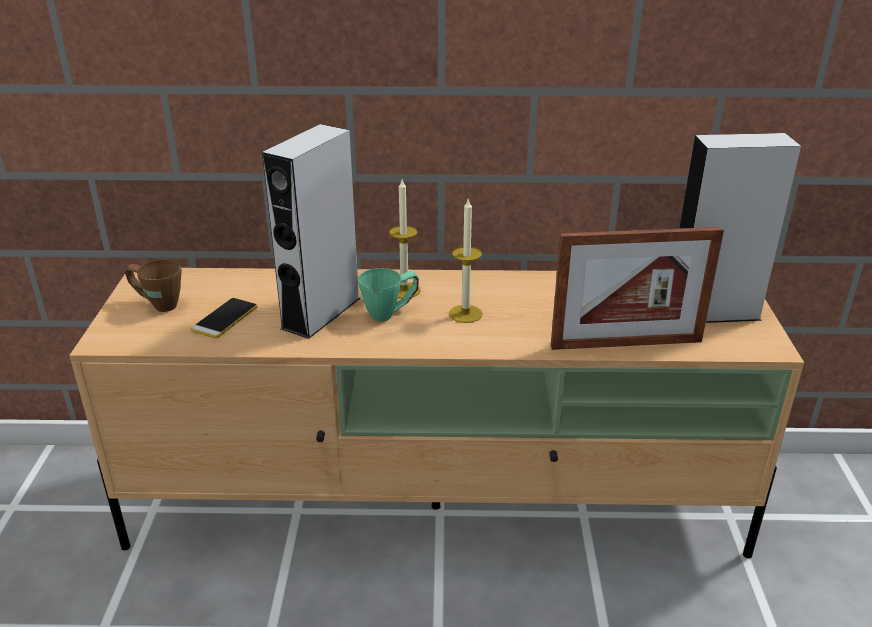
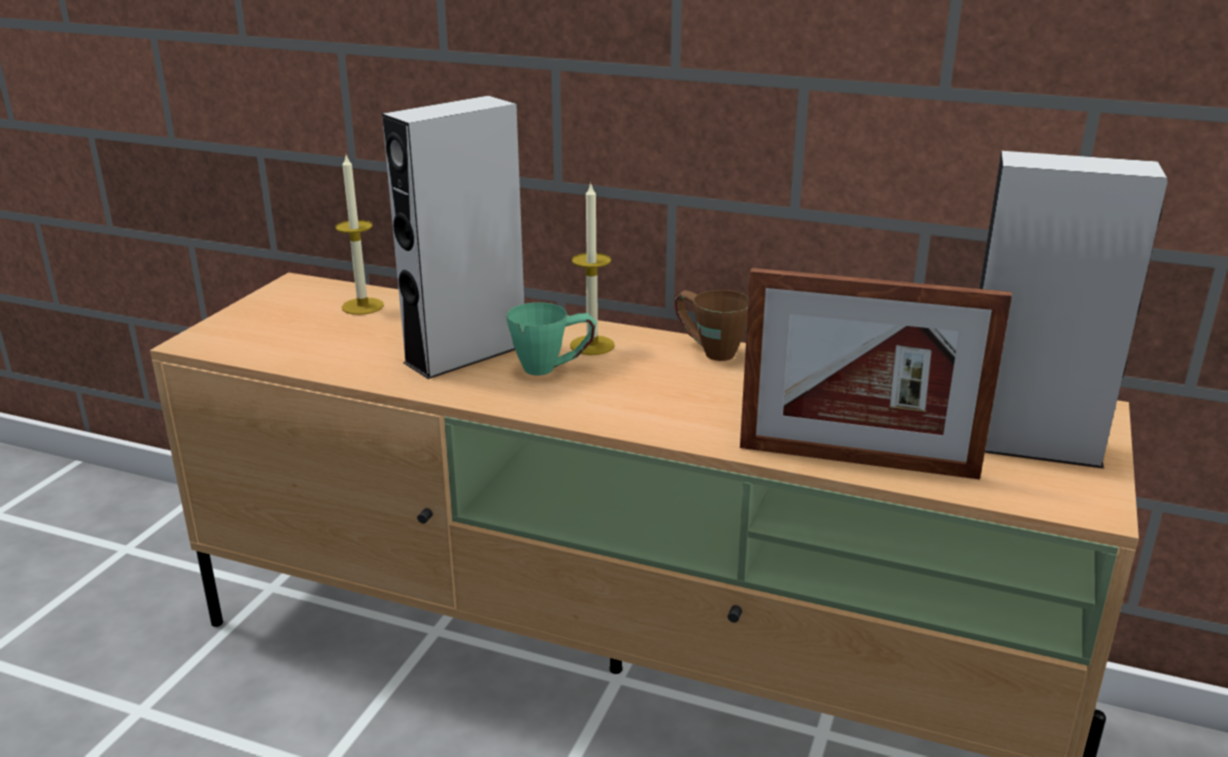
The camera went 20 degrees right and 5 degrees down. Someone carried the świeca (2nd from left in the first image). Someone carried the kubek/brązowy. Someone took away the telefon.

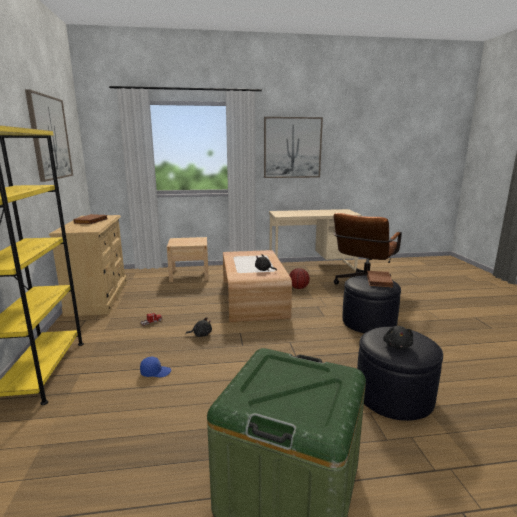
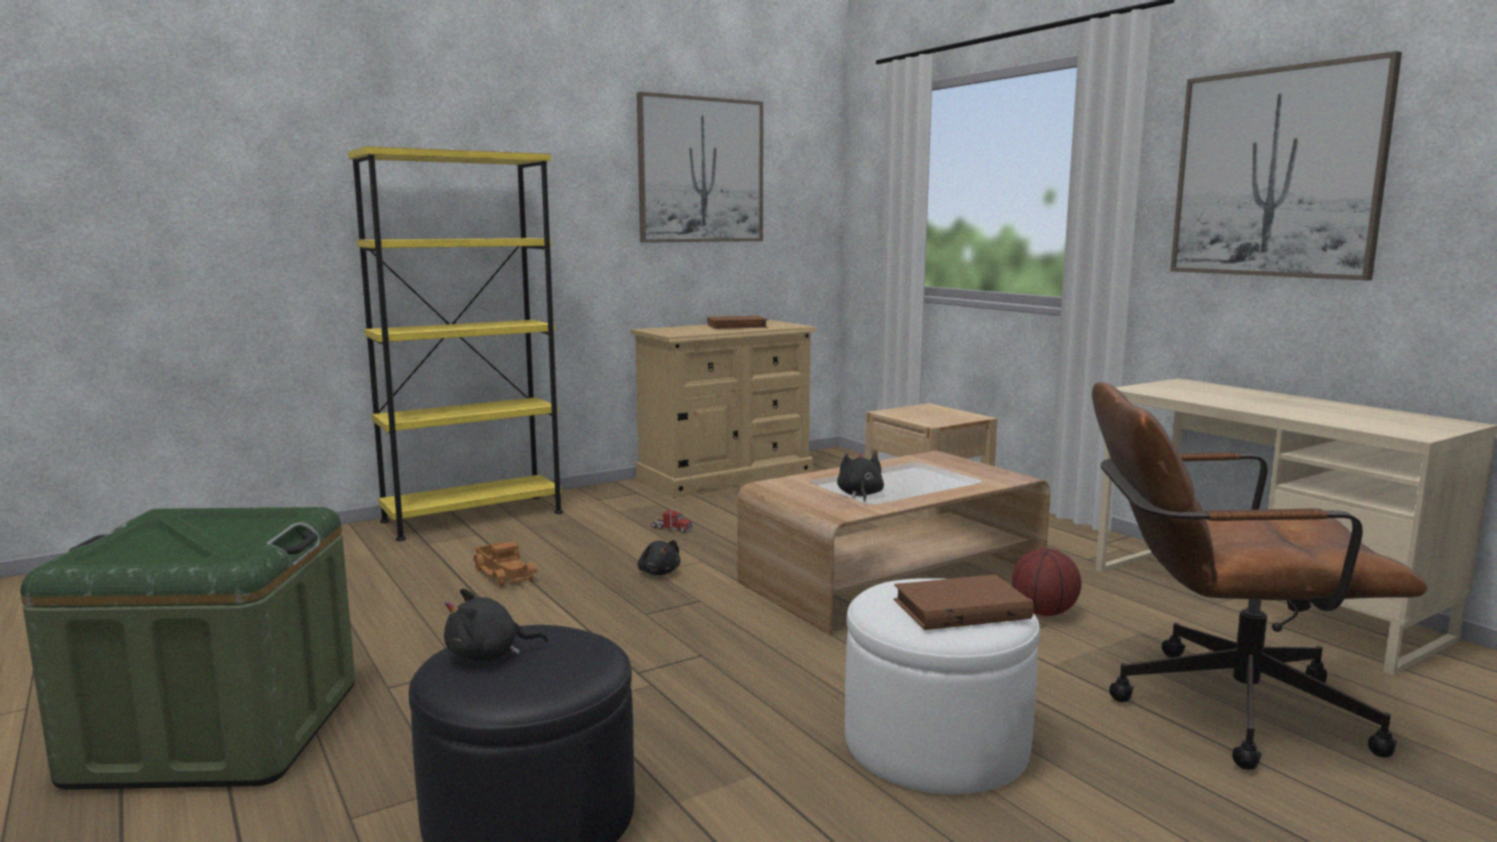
The camera went 65 degrees right and 5 degrees down. Someone swapped the czapka z daszkiem/niebieski for the ciężarówka zabawkowa (1st from left). Someone repainted the pufa/czarny (1st from left), which became the pufa/biały.

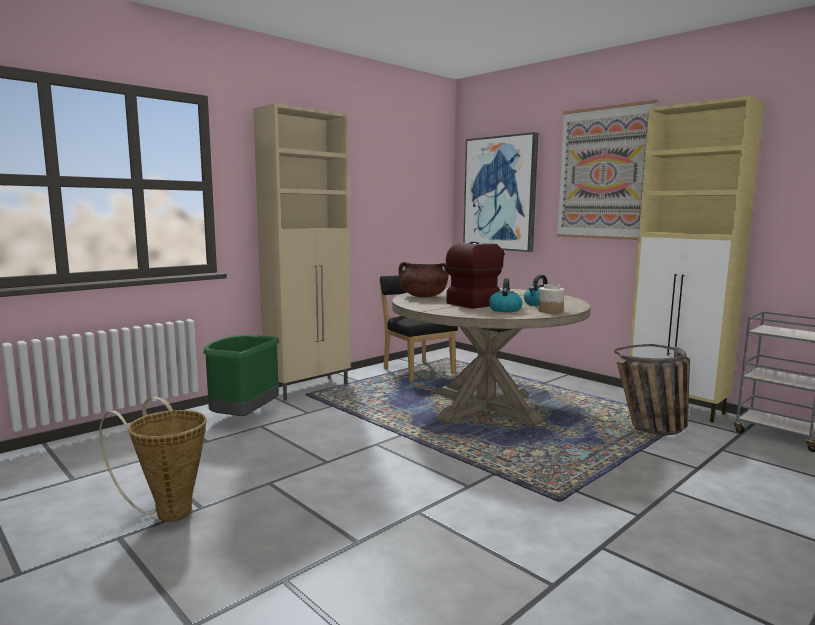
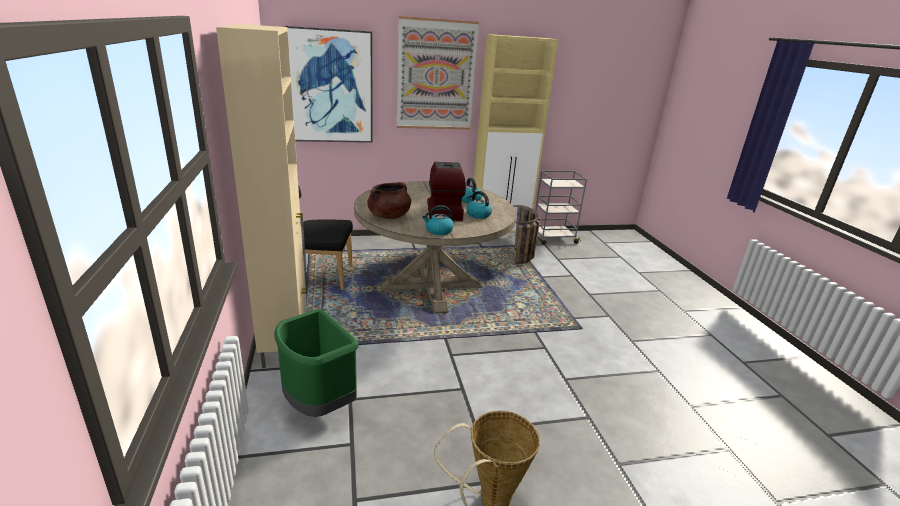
The camera went 60 degrees left and 15 degrees up. Someone put down the czajnik (1st from left). Someone took away the słoik.

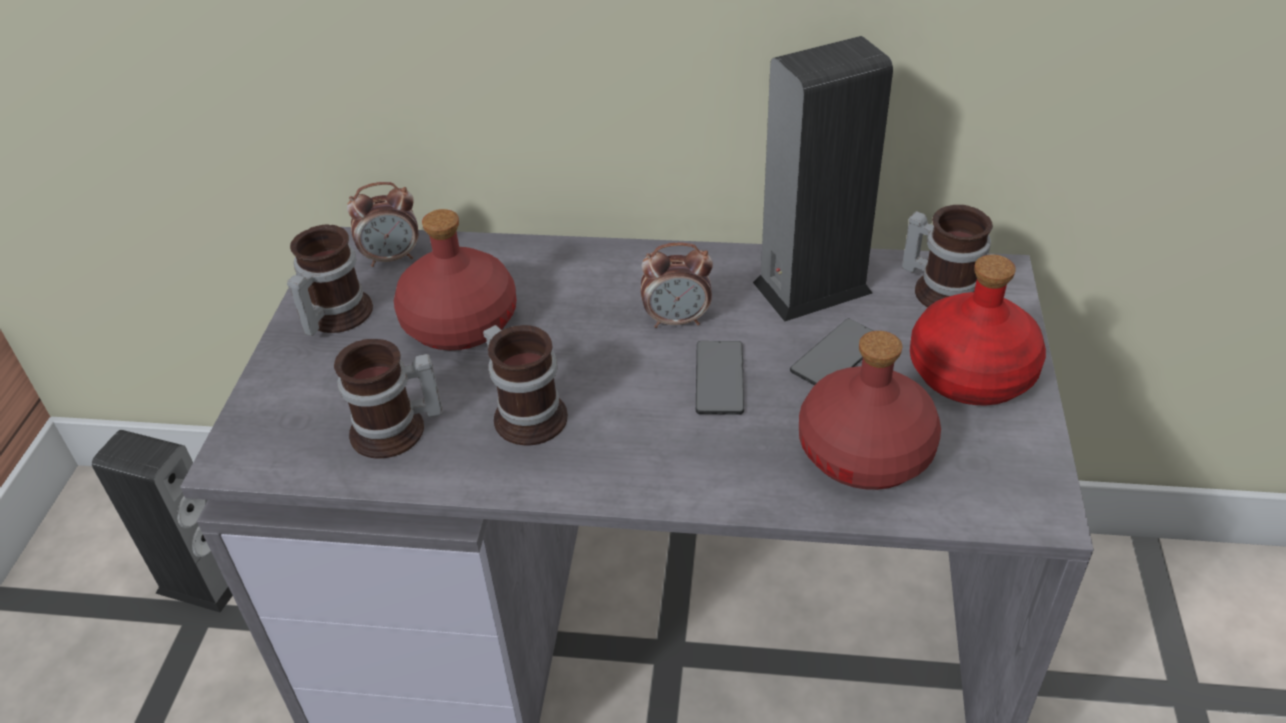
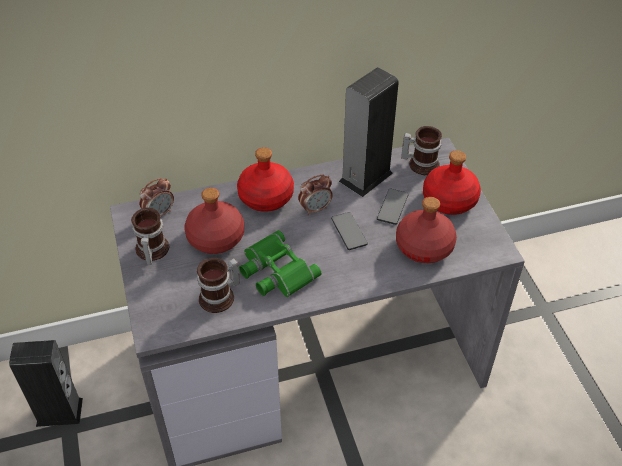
The camera went 25 degrees left and 5 degrees up. Someone put down the butelka/czerwony (2nd from left). Someone swapped the kubek (3rd from left) for the lornetka/zielony.

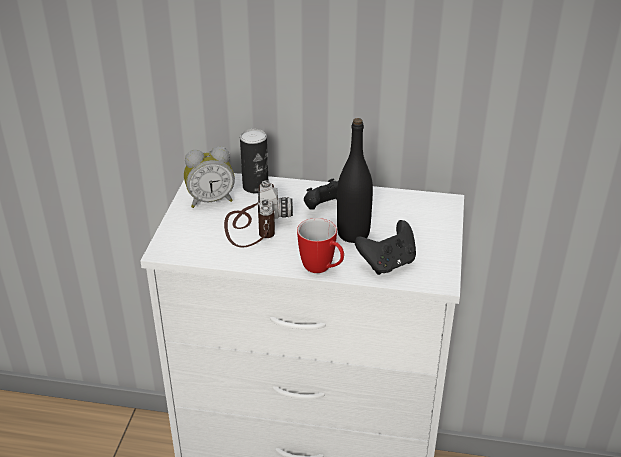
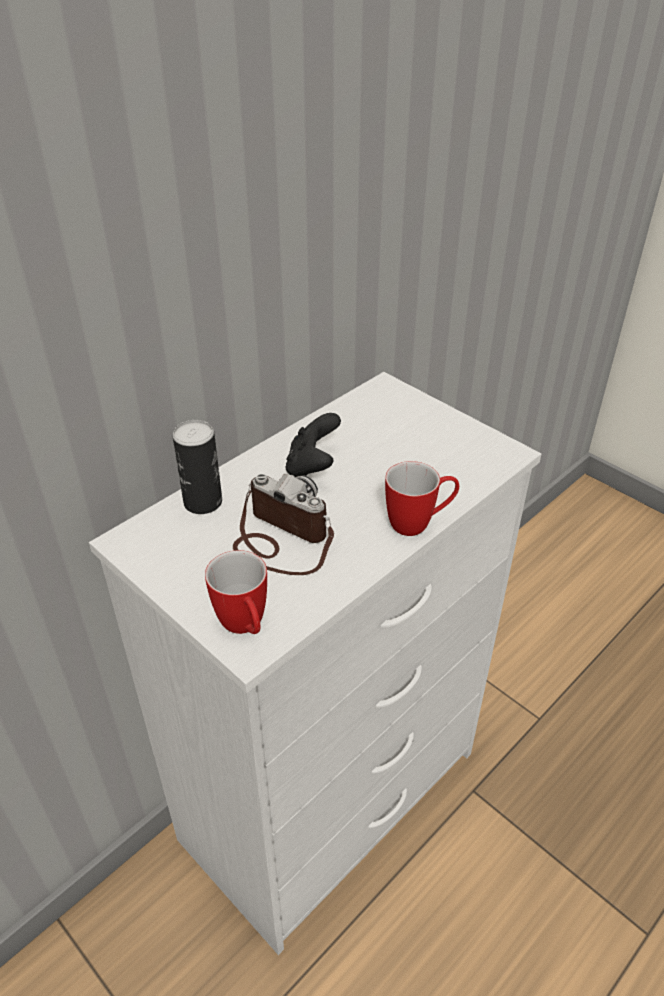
The camera went 55 degrees left and 5 degrees up. Someone put down the kubek (1st from left). Someone took away the budzik. Someone took away the butelka/czarny. Someone took away the pad do gier/czarny (2nd from left).

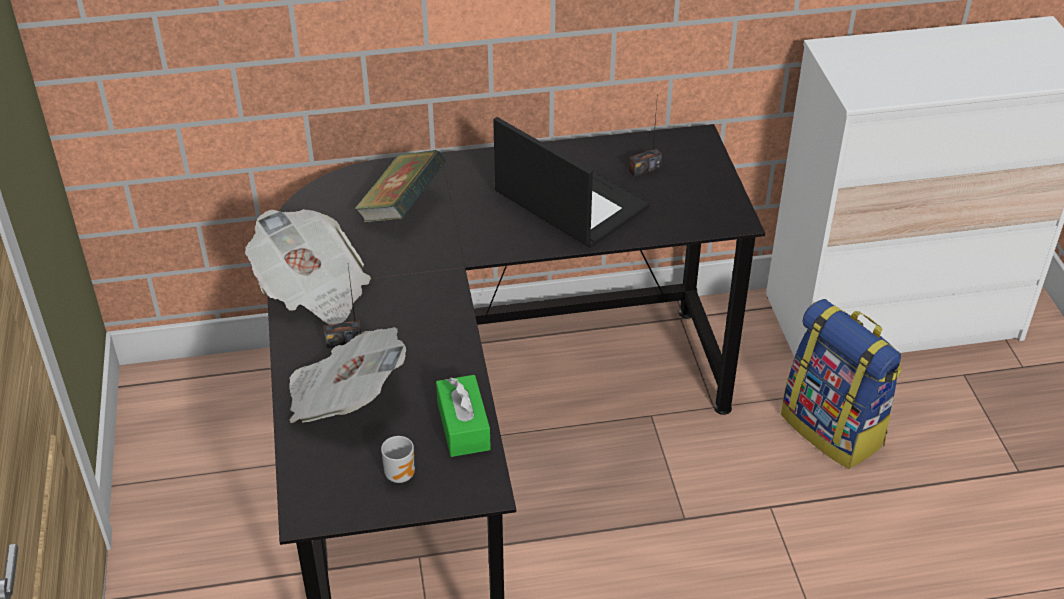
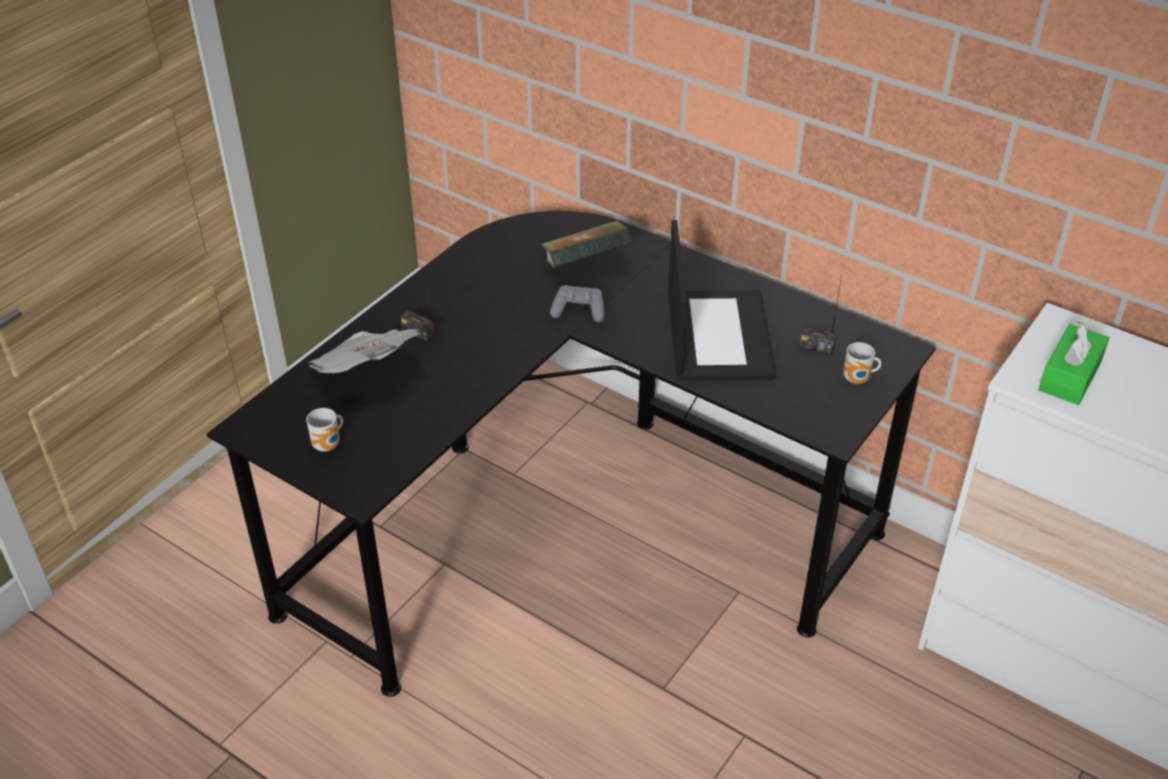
The camera went 45 degrees right and 0 degrees up. Someone put down the pad do gier/szary. Someone put down the kubek (2nd from left). Someone carried the pudełko chusteczek/zielony. Someone took away the gazeta (1st from left). Someone took away the plecak.

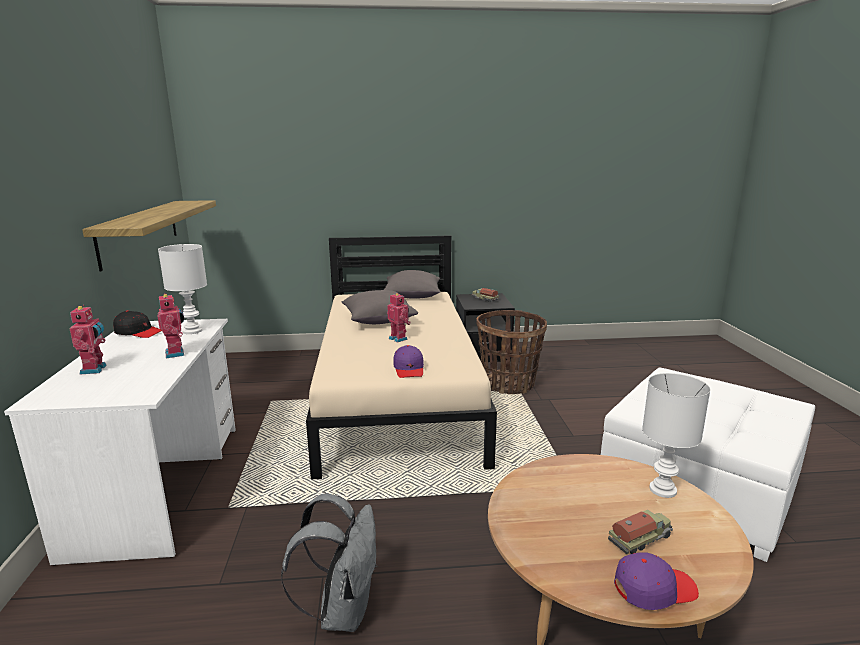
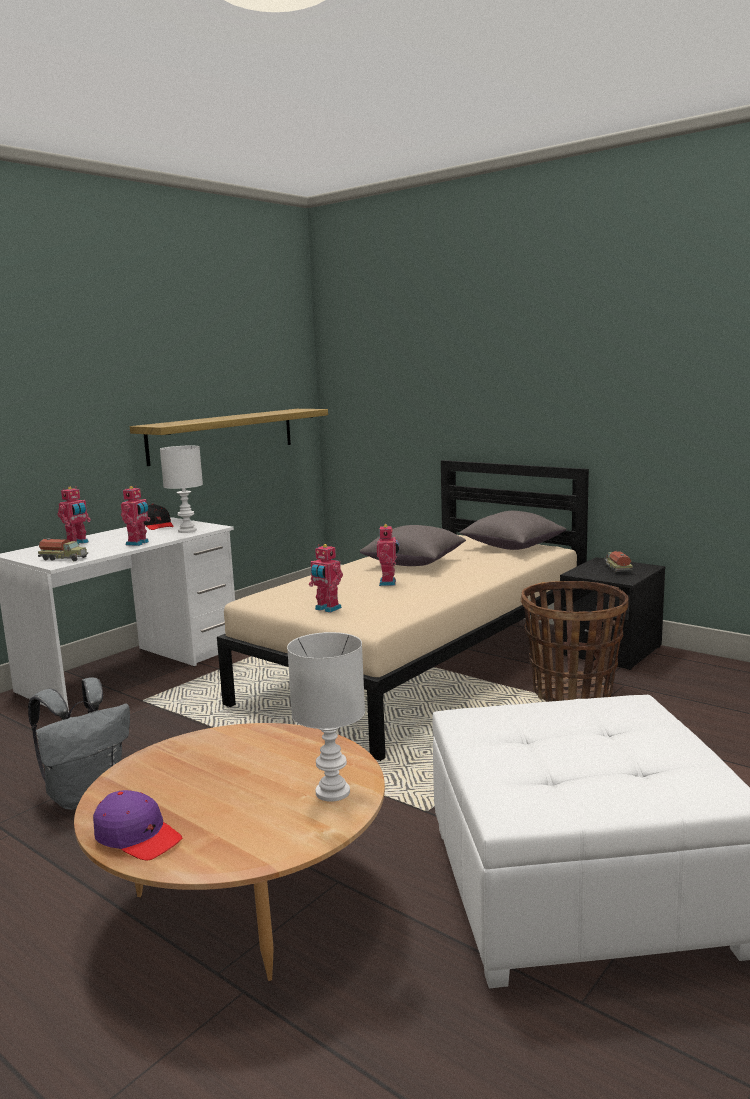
The camera went 45 degrees right and 5 degrees down. Someone carried the ciężarówka zabawkowa (2nd from left in the first image). Someone swapped the czapka z daszkiem/fioletowy (1st from left) for the robot zabawkowy (3rd from left).

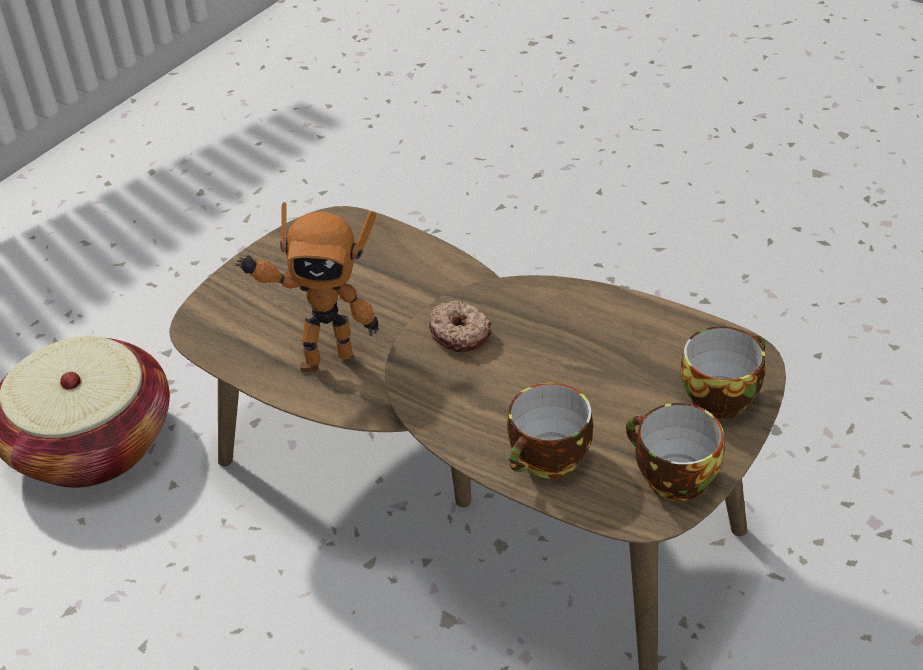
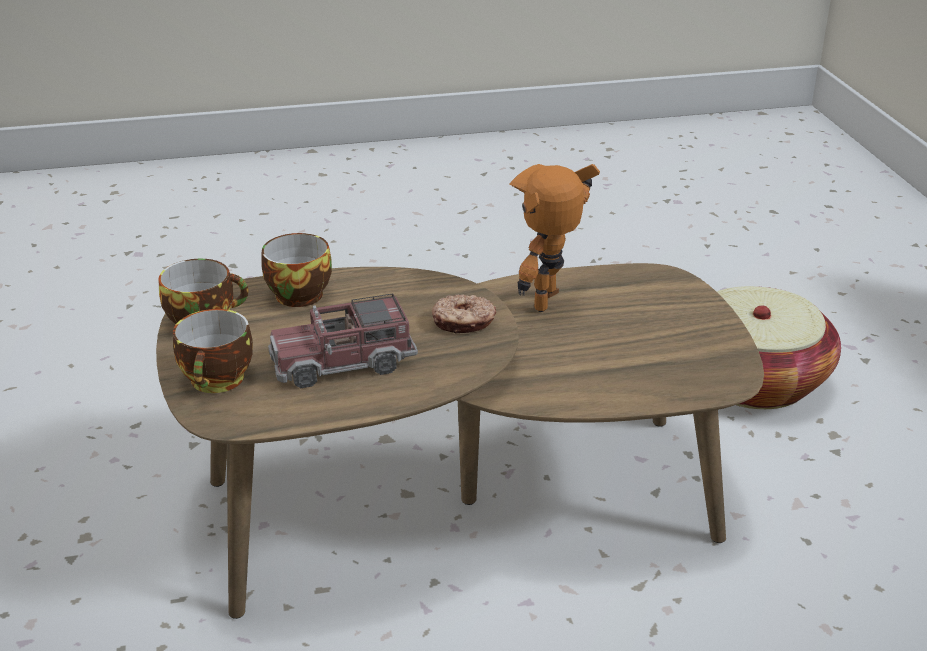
The camera went 130 degrees right and 10 degrees down. Someone put down the ciężarówka zabawkowa.

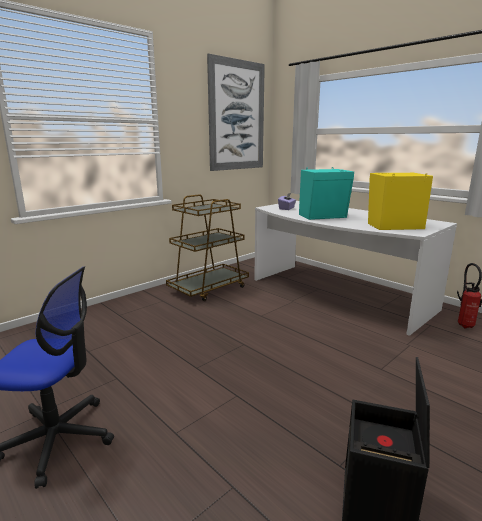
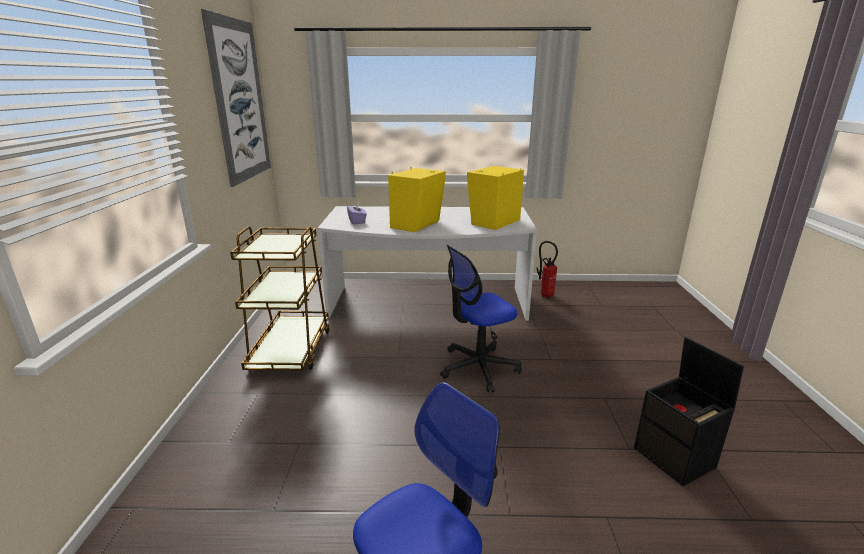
The camera went 45 degrees left and 5 degrees up. Someone repainted the głośnik/turkusowy, which became the głośnik/żółty (1st from left). Someone put down the krzesło biurowe (2nd from left).

